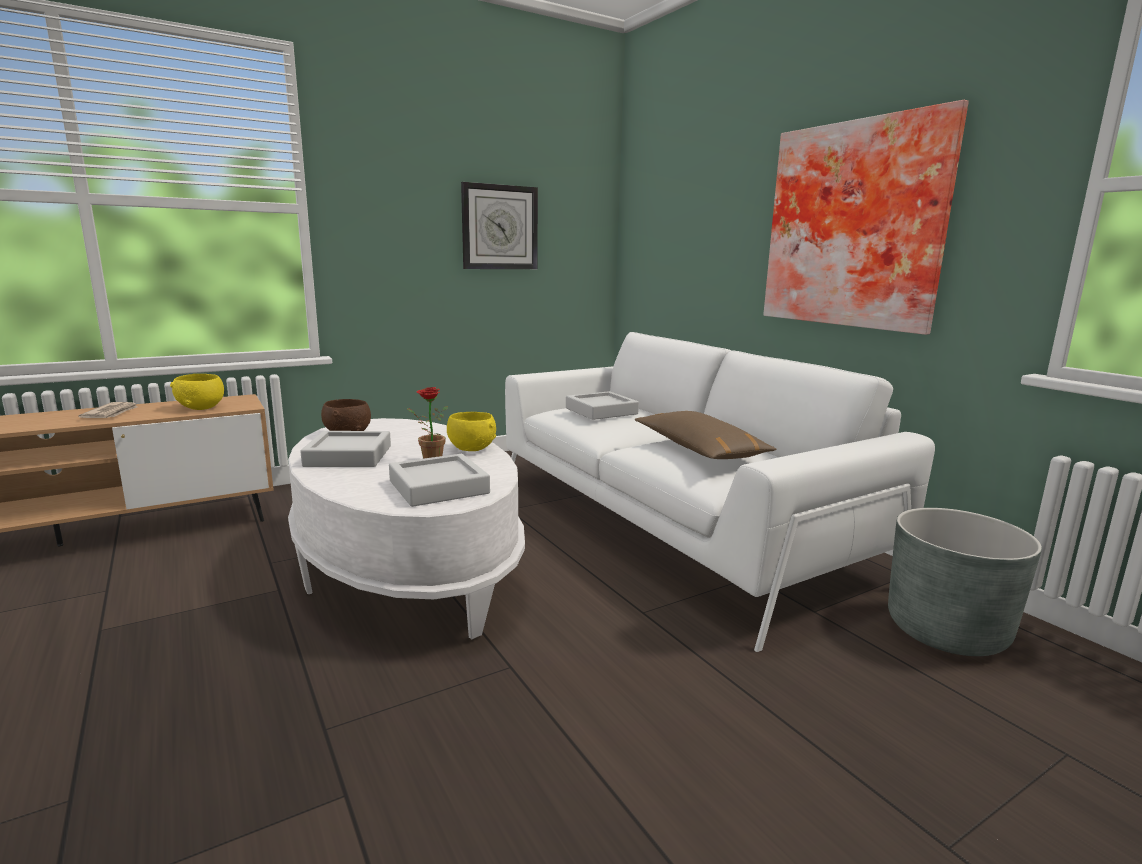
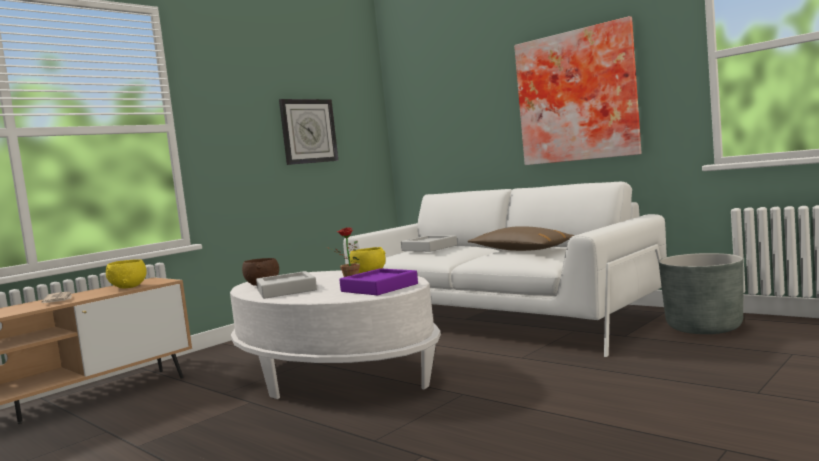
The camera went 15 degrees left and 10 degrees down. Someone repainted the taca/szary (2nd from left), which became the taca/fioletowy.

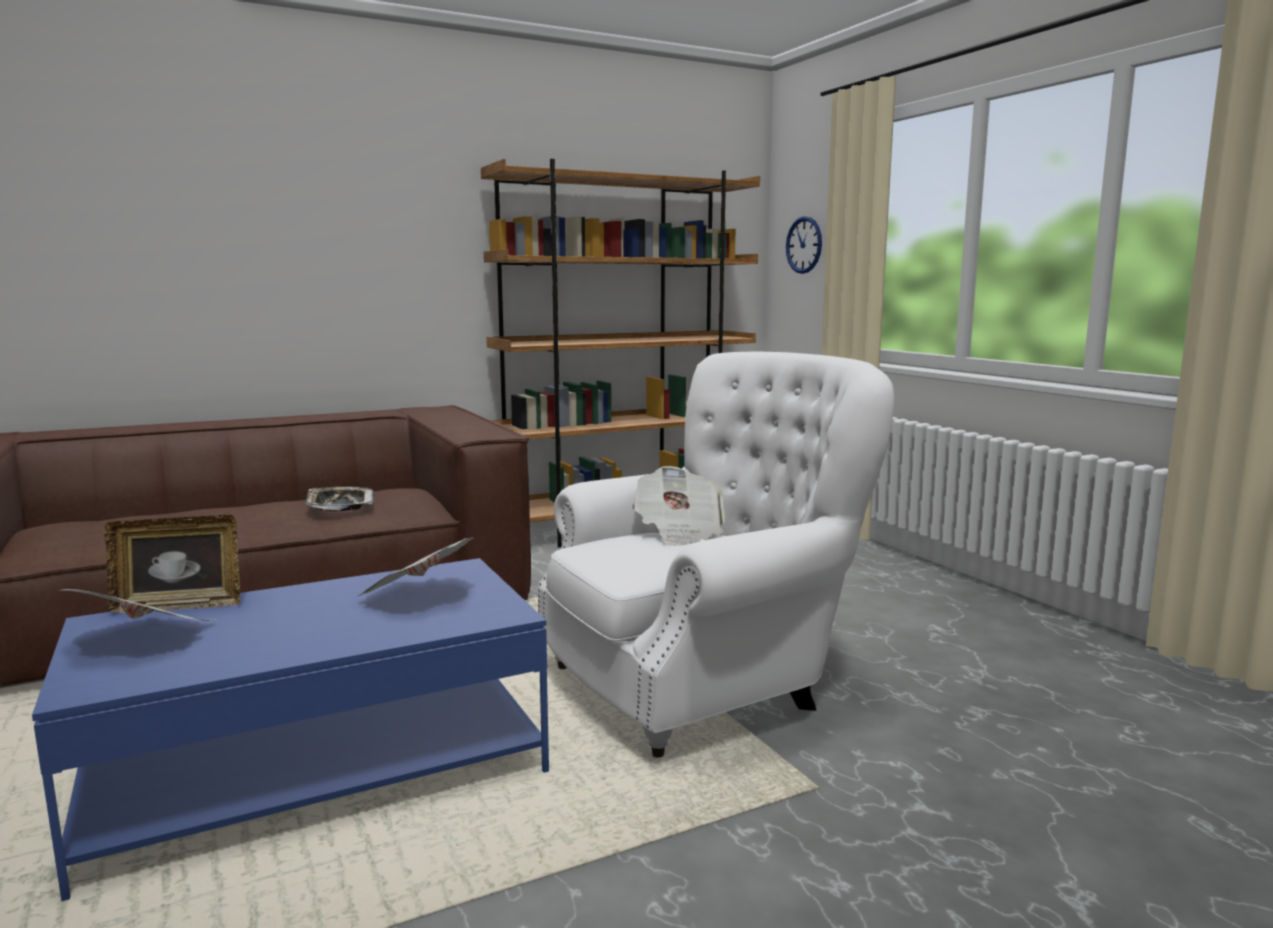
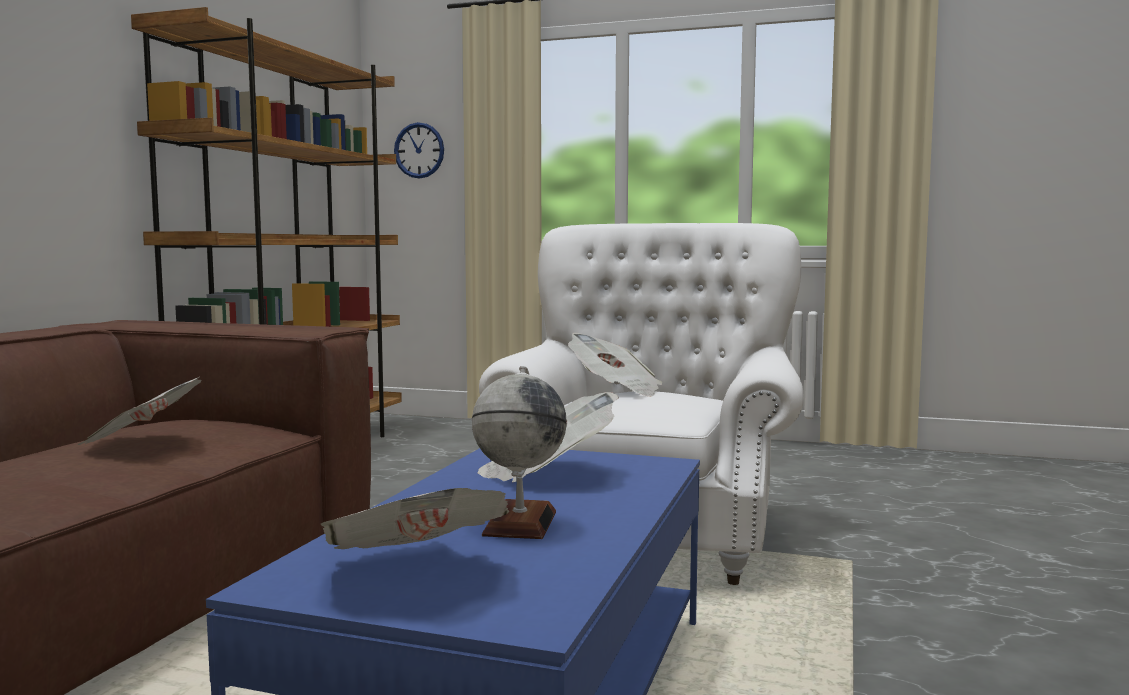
The camera went 45 degrees left and 5 degrees down. Someone swapped the taca for the gazeta (1st from left). Someone put down the globus. Someone took away the ramka na zdjęcie.

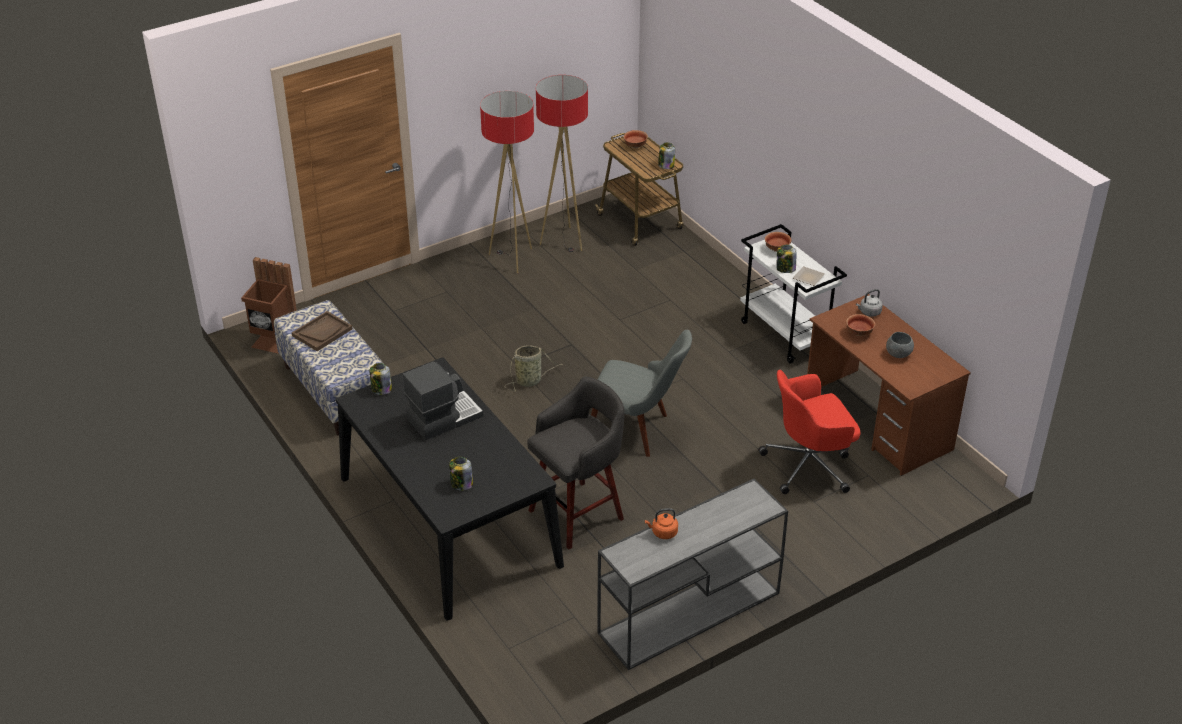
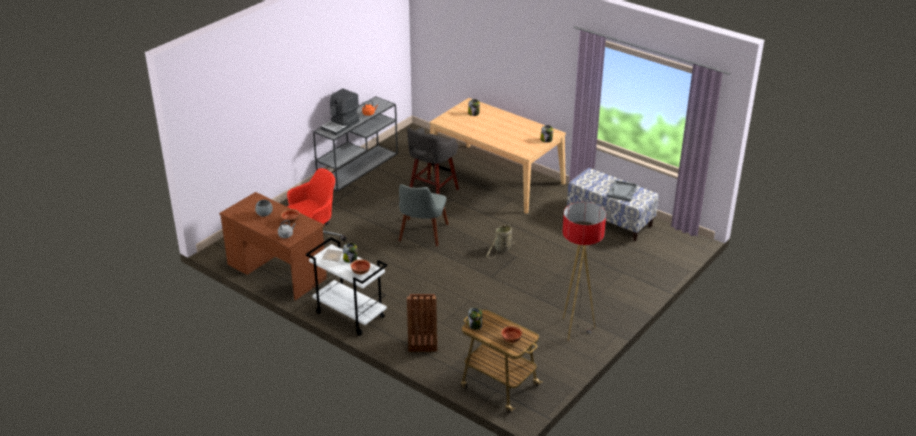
The camera went 160 degrees right and 5 degrees down. Someone carried the ekspres do kawy. Someone rotated the krzesło/szary by 75 degrees counterclockwise. Someone carried the kosz na śmieci/brązowy. Someone repainted the stół jadalny/czarny, which became the stół jadalny/beżowy. Someone repainted the taca/brązowy, which became the taca/szary. Someone took away the lampa stojąca (2nd from left).

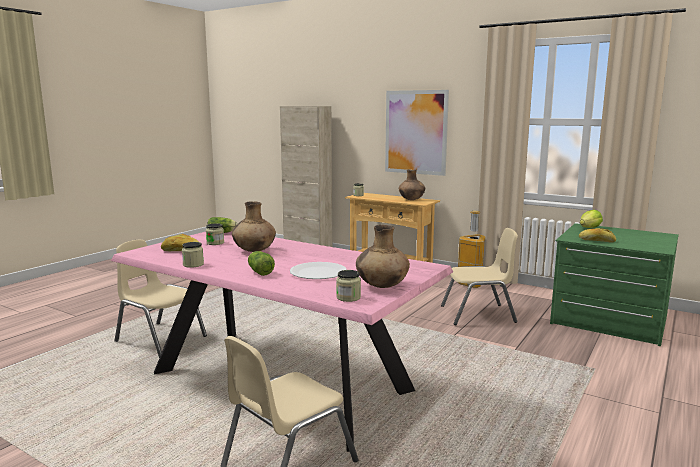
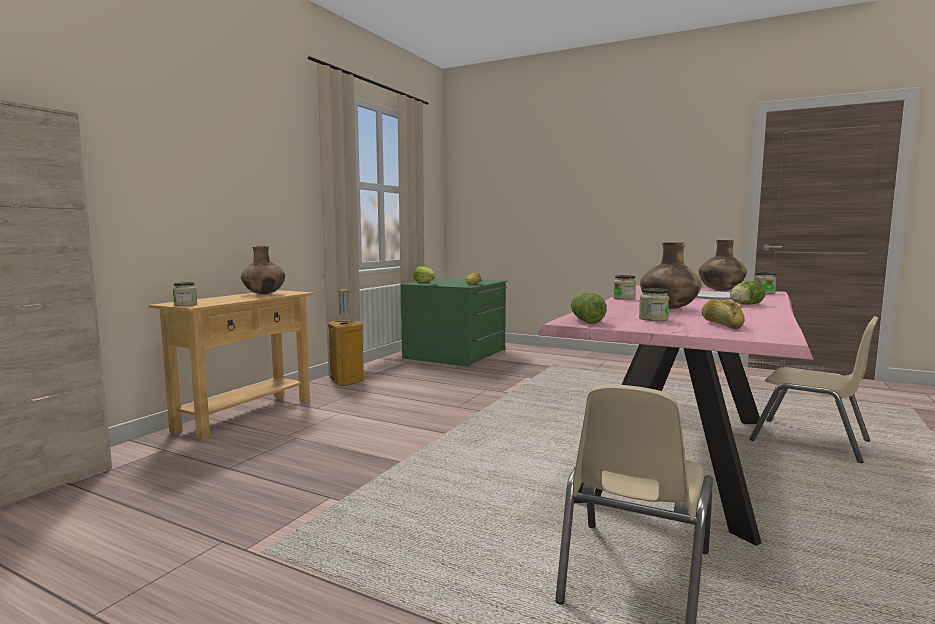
The camera went 95 degrees left and 5 degrees down. Someone carried the słoik (1st from left in the first image). Someone took away the obraz. Someone took away the krzesło/beżowy (3rd from left).

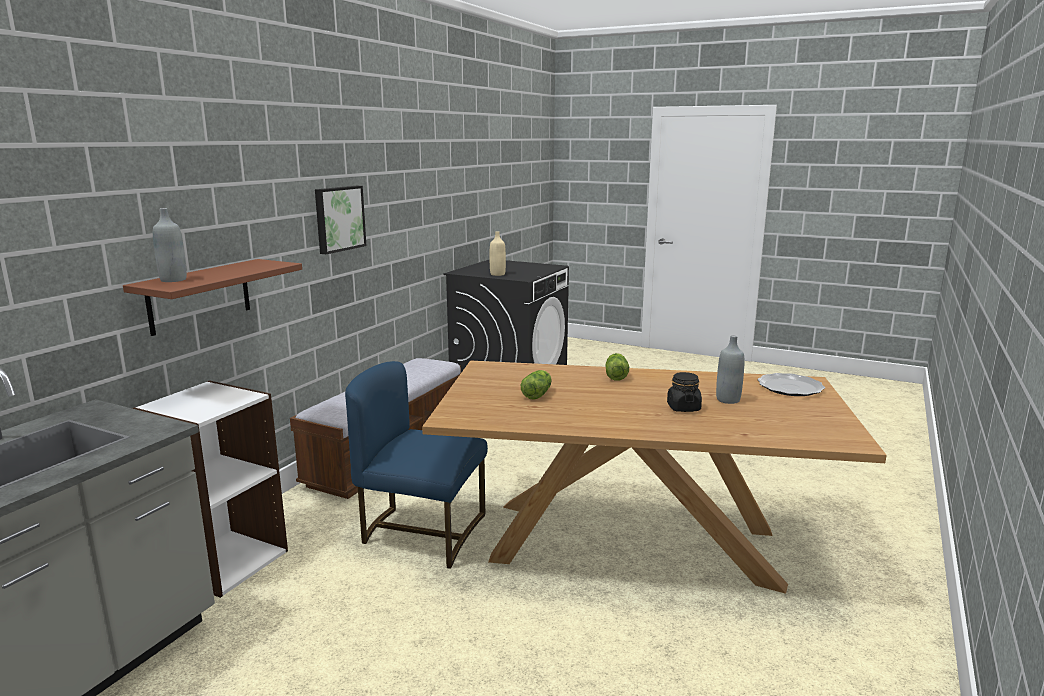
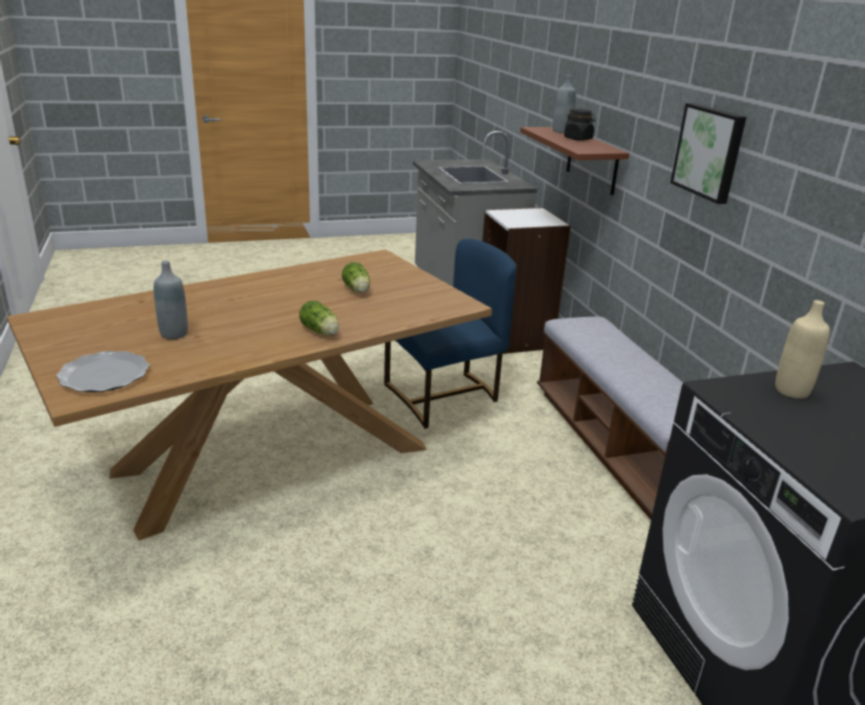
The camera went 135 degrees right and 10 degrees up. Someone carried the słoik/czarny.

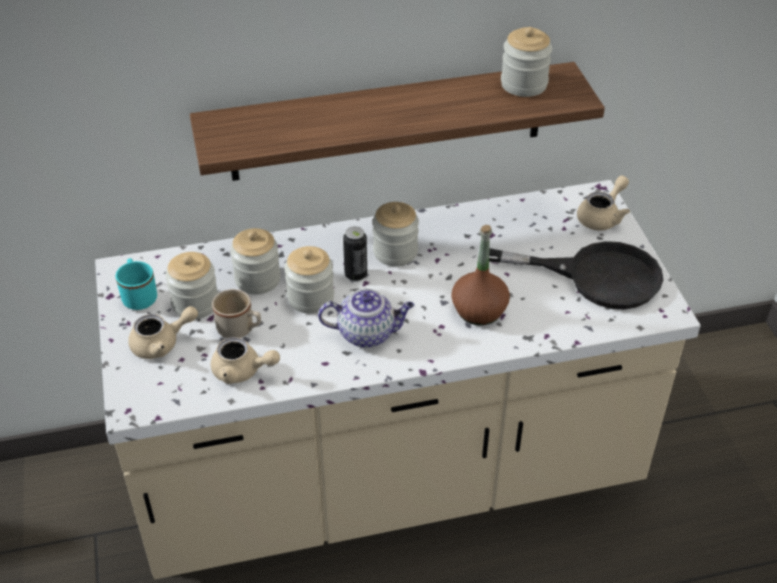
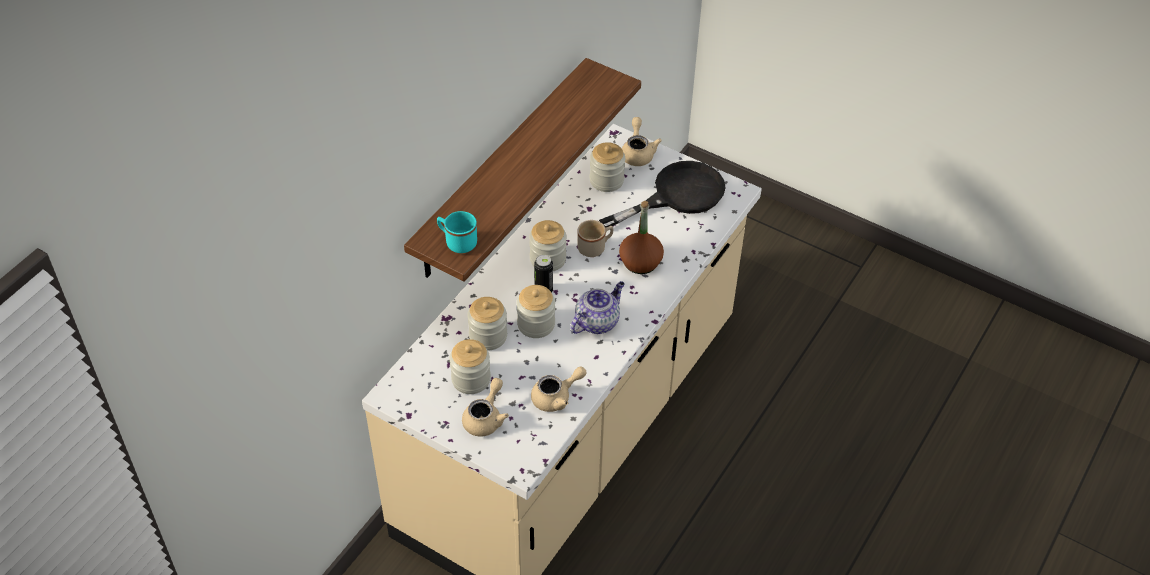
The camera went 45 degrees left and 5 degrees up. Someone carried the kubek/turkusowy. Someone carried the kubek/beżowy. Someone carried the słoik (5th from left).

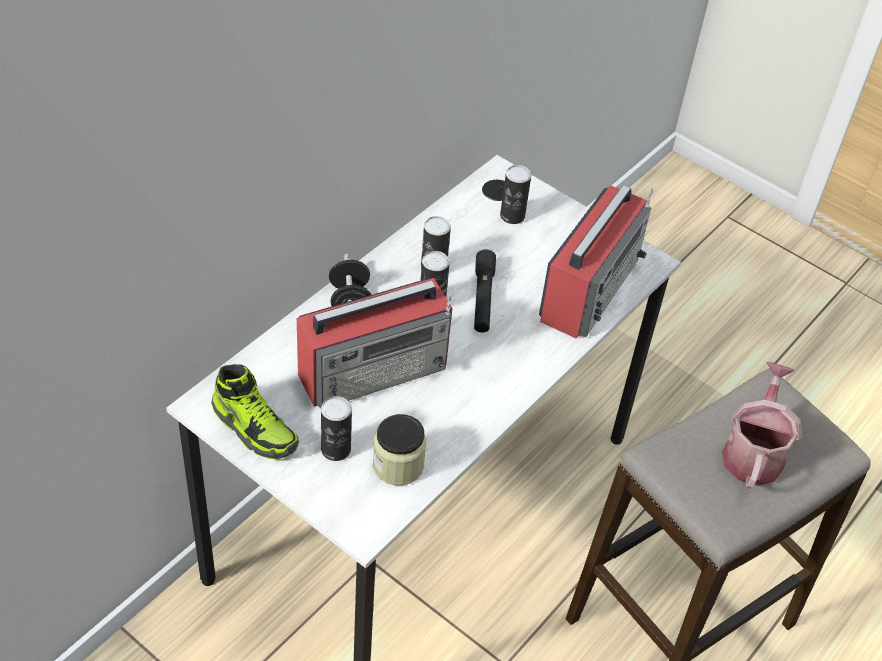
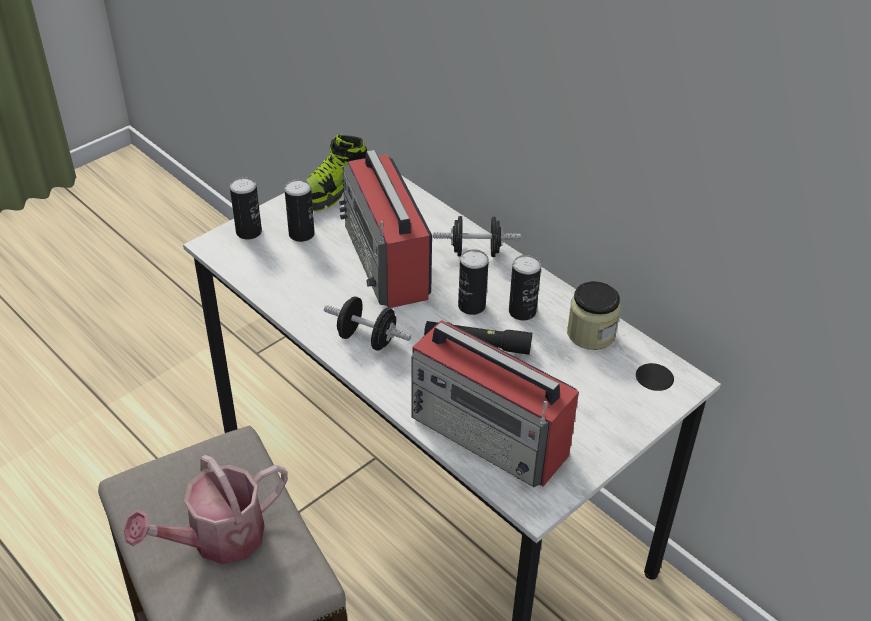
The camera went 100 degrees right and 5 degrees down. Someone rotated the konewka by 120 degrees clockwise. Someone carried the puszka (4th from left in the first image). Someone put down the hantel/czarny (1st from left). Someone carried the słoik.

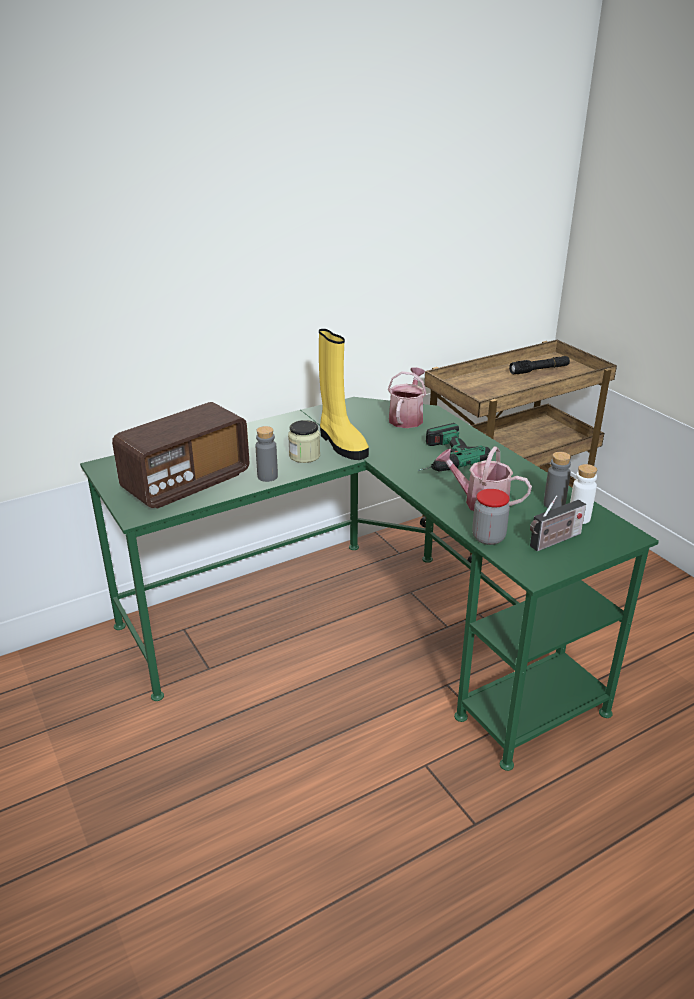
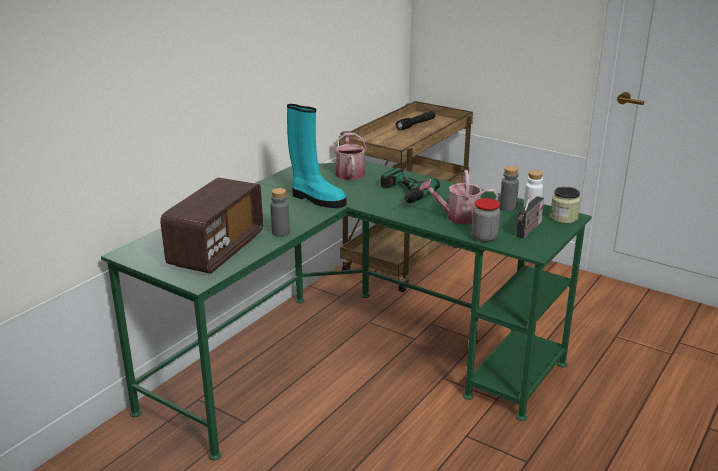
The camera went 25 degrees left and 5 degrees down. Someone repainted the but z cholewką/żółty, which became the but z cholewką/turkusowy. Someone carried the słoik (1st from left in the first image).

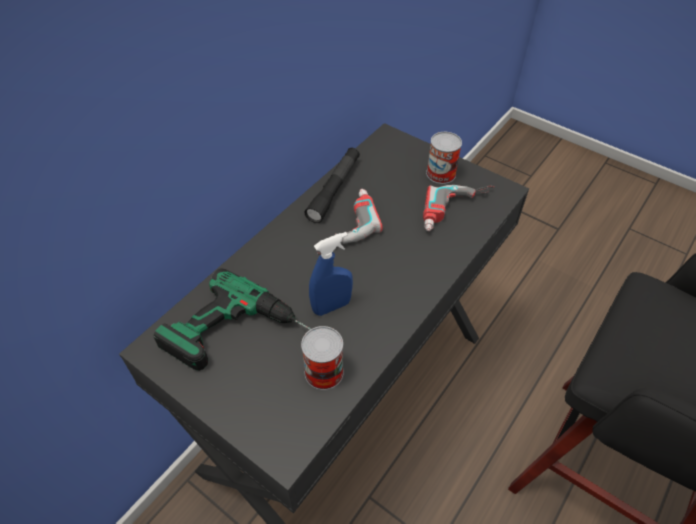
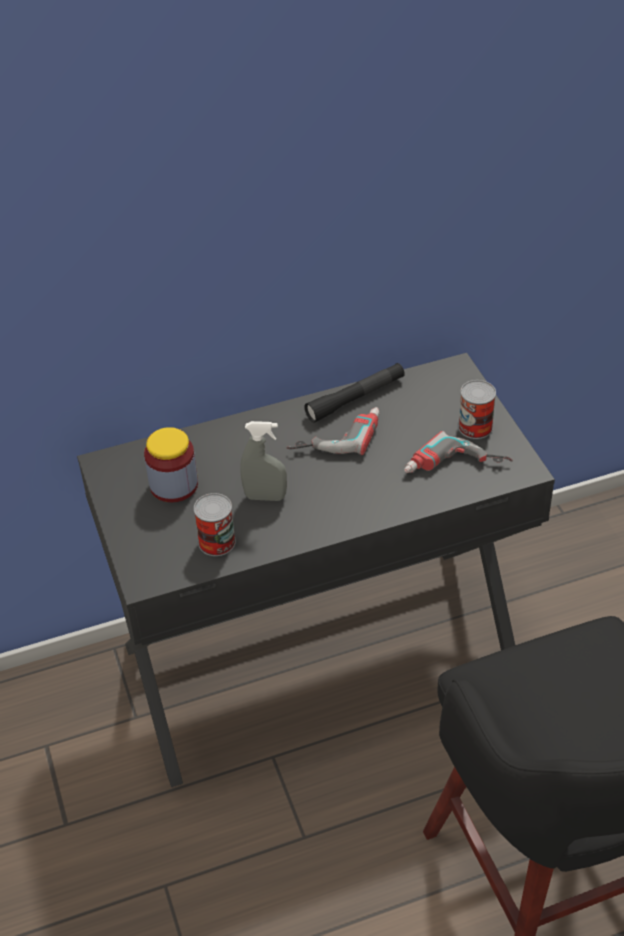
The camera went 35 degrees right and 5 degrees down. Someone swapped the wiertarka (1st from left) for the słoik. Someone repainted the spryskiwacz/niebieski, which became the spryskiwacz/szary.

